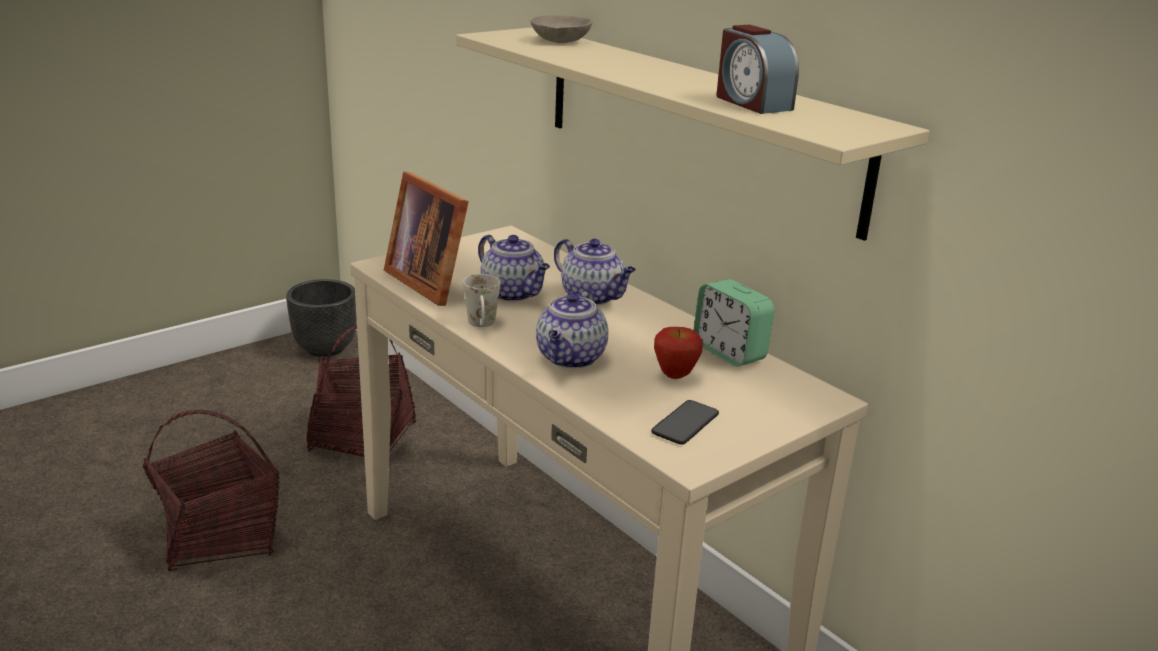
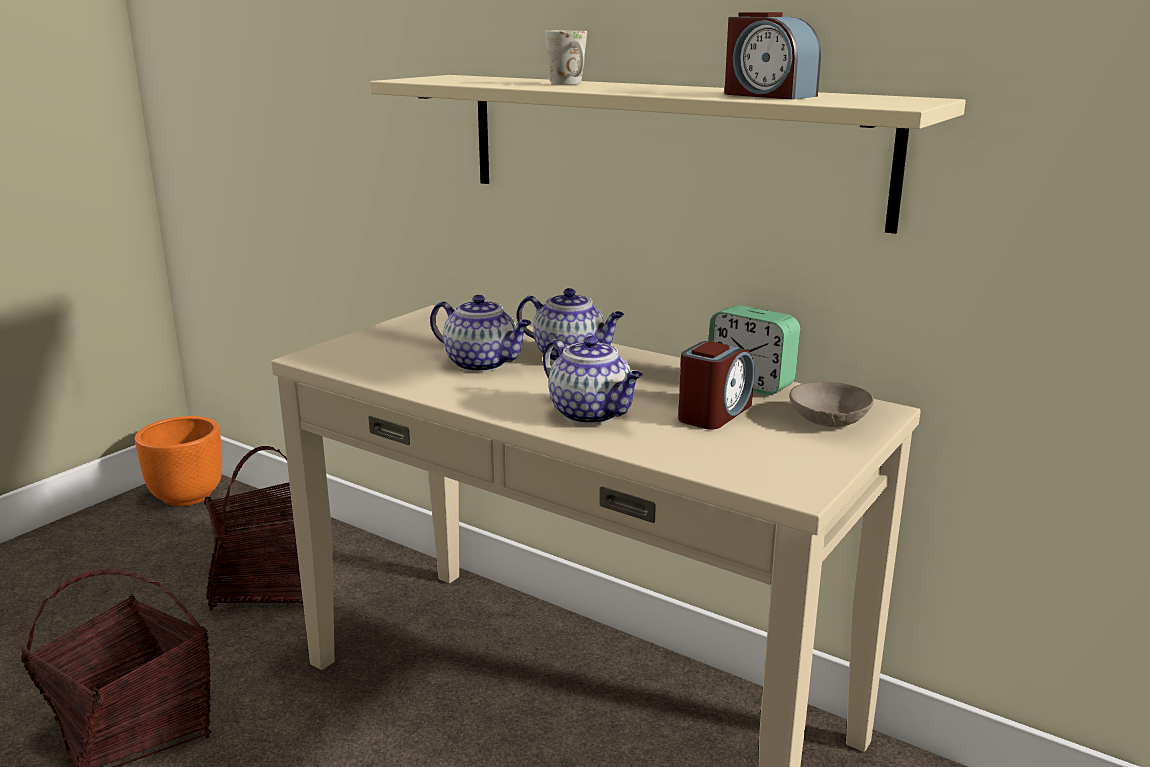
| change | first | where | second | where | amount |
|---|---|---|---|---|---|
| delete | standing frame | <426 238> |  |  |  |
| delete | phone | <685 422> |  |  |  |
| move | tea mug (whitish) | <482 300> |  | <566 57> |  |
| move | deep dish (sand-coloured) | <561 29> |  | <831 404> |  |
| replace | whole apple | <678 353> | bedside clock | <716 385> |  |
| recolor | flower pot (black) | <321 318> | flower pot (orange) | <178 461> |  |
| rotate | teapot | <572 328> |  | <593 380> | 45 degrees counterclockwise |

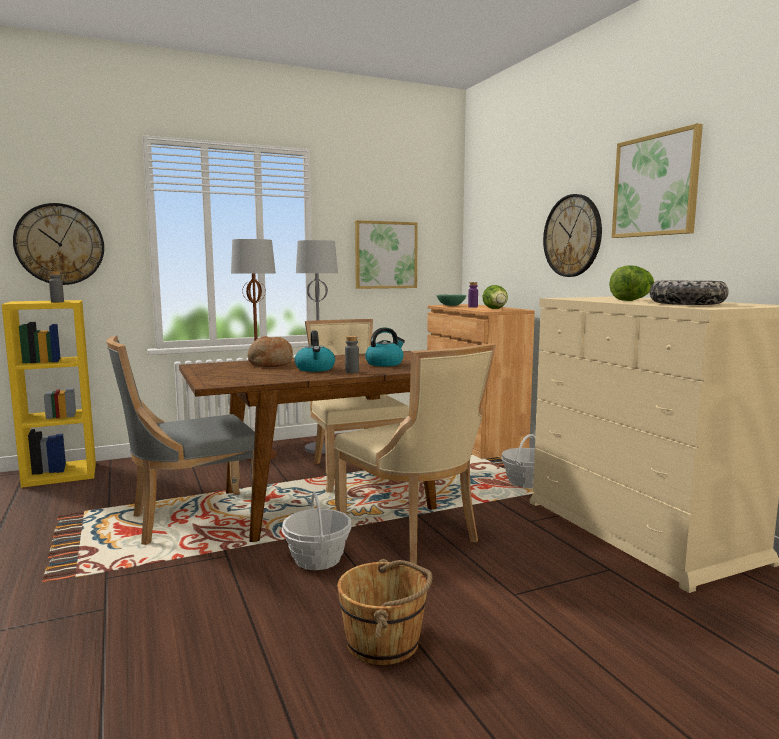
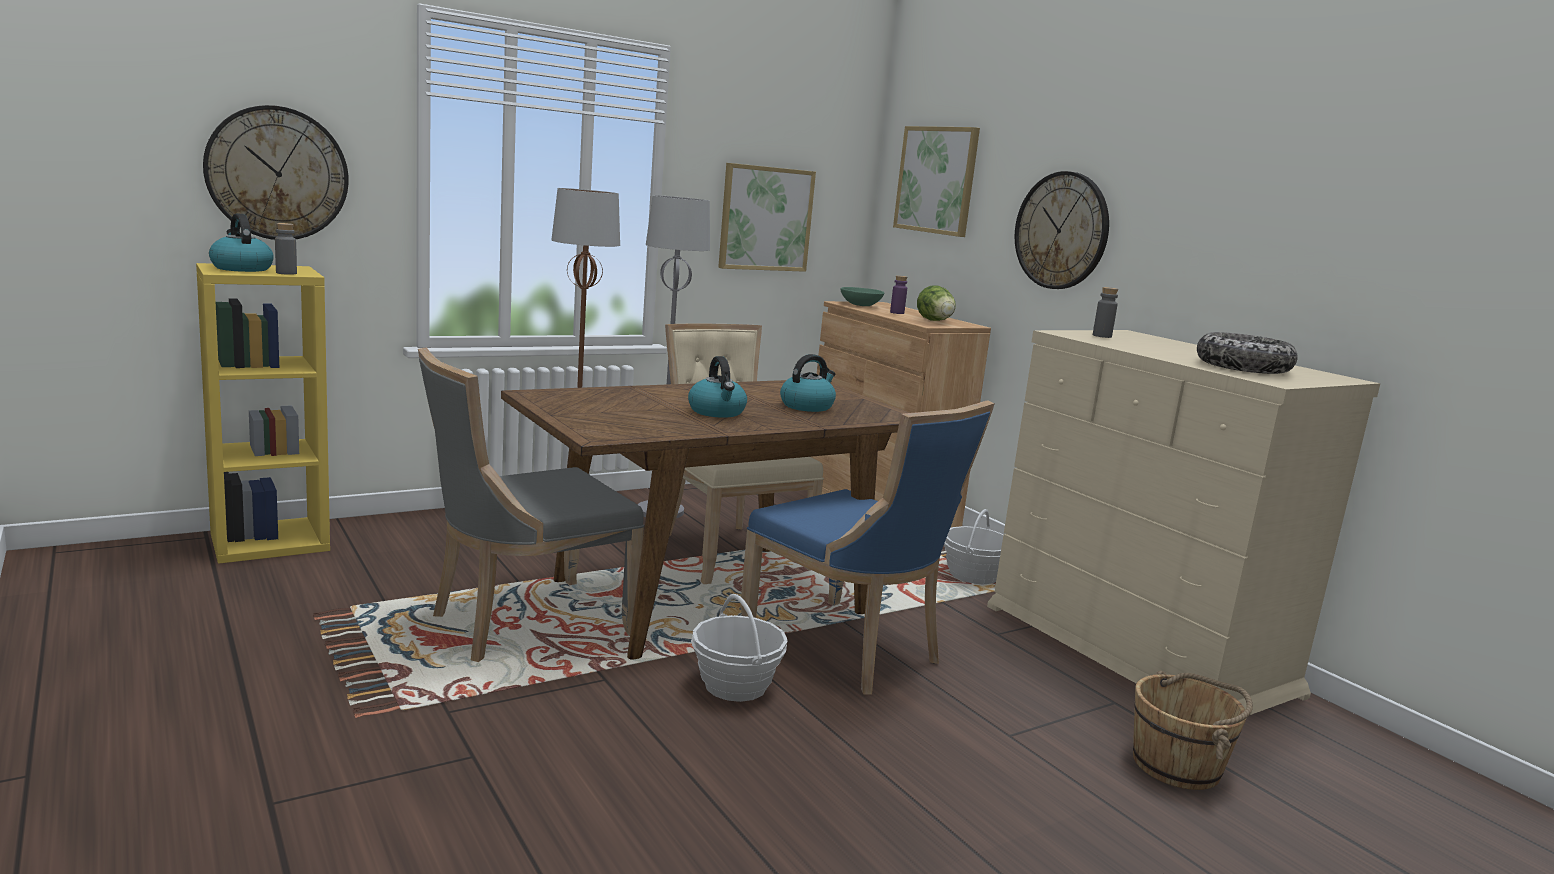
| change | first | where | second | where | amount |
|---|---|---|---|---|---|
| delete | baked bread | <270 351> |  |  |  |
| delete | lettuce | <631 283> |  |  |  |
| insert |  |  | kettle | <241 243> |  |
| move | bucket (brownish) | <384 612> |  | <1193 730> |  |
| move | bottle (grey) | <352 354> |  | <1105 312> |  |
| move | wall picture | <657 180> |  | <936 181> |  |
| recolor | chair (sand-coloured) | <415 454> | chair (bluish) | <867 547> |  |

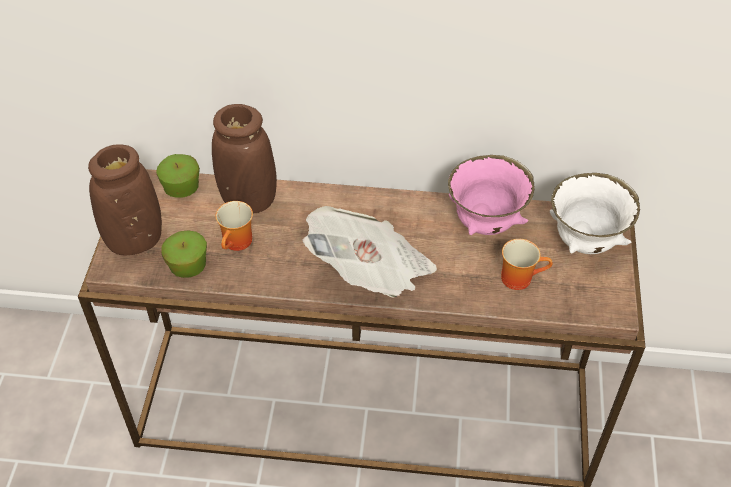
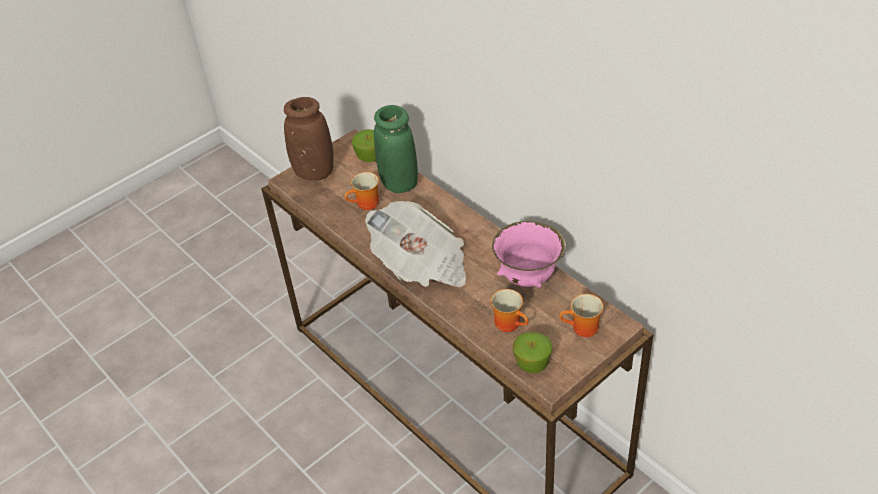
| change | first | where | second | where | amount |
|---|---|---|---|---|---|
| move | whole apple | <184 254> |  | <533 352> |  |
| replace | deep dish (whitish) | <595 213> | tea mug | <581 315> |  |
| recolor | flower vase (brownish) | <244 158> | flower vase (green) | <396 149> |  |

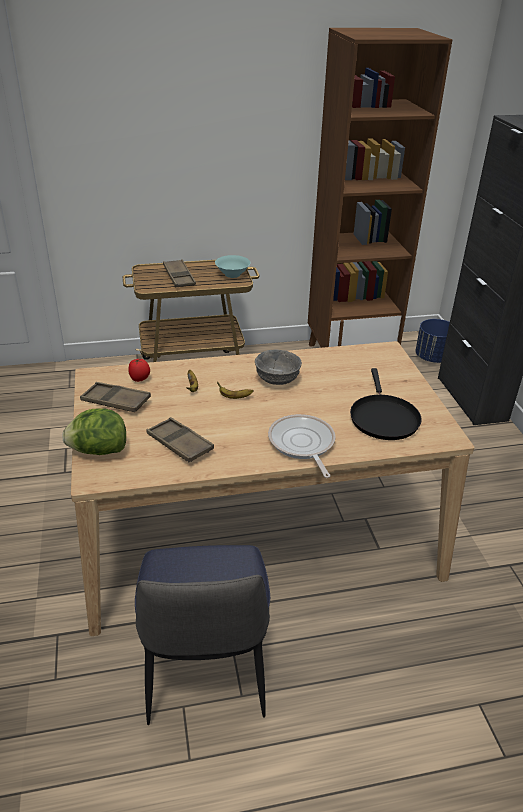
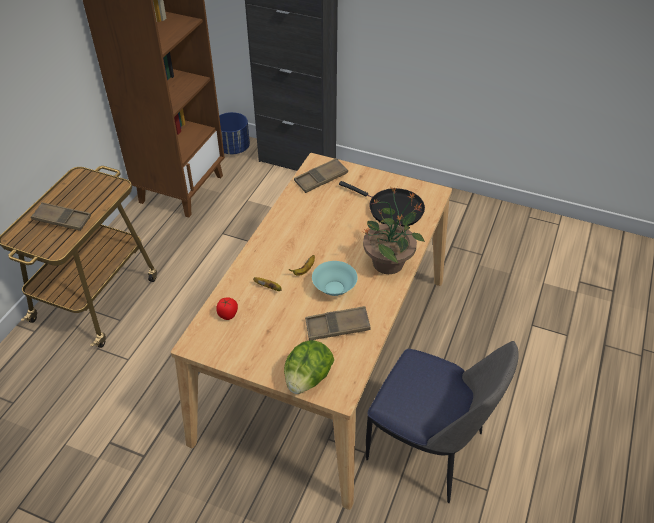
| change | first | where | second | where | amount |
|---|---|---|---|---|---|
| delete | deep dish (grey) | <278 367> |  |  |  |
| move | tray (brownish) | <115 397> |  | <321 175> |  |
| move | deep dish (blue-green) | <233 266> |  | <335 278> |  |
| replace | frying pan | <302 446> | plant in a pot | <394 230> |  |

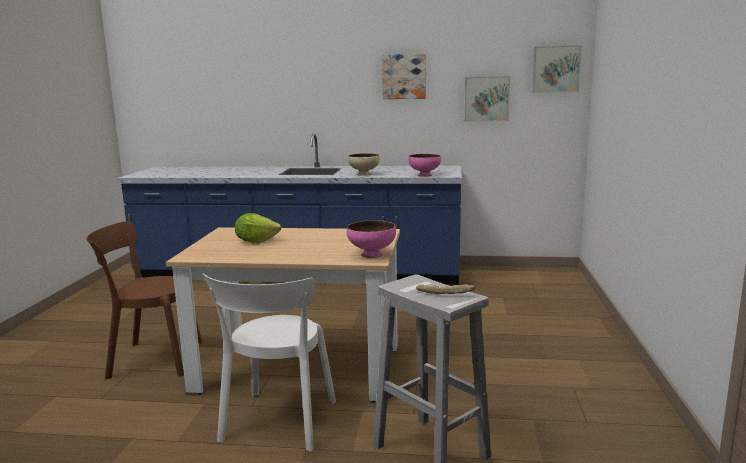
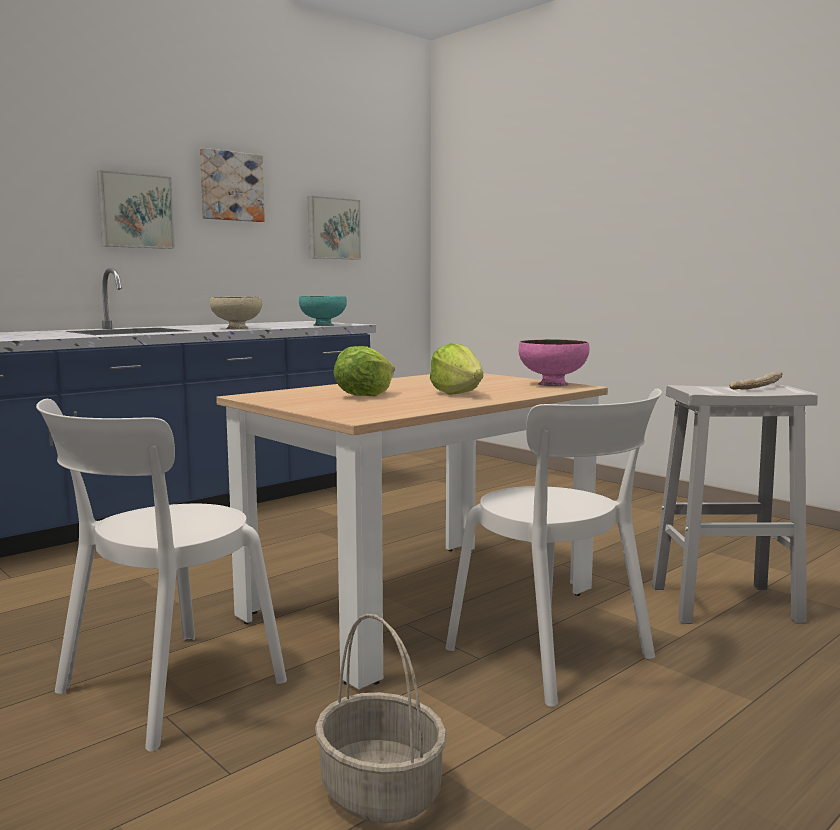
| change | first | where | second | where | amount |
|---|---|---|---|---|---|
| insert |  |  | basket | <381 718> |  |
| insert |  |  | lettuce | <456 369> |  |
| move | wall picture | <557 69> |  | <136 209> |  |
| recolor | chair (brownish) | <144 300> | chair (whitish) | <161 575> |  |
| recolor | deep dish (pink) | <425 165> | deep dish (blue-green) | <323 311> |  |

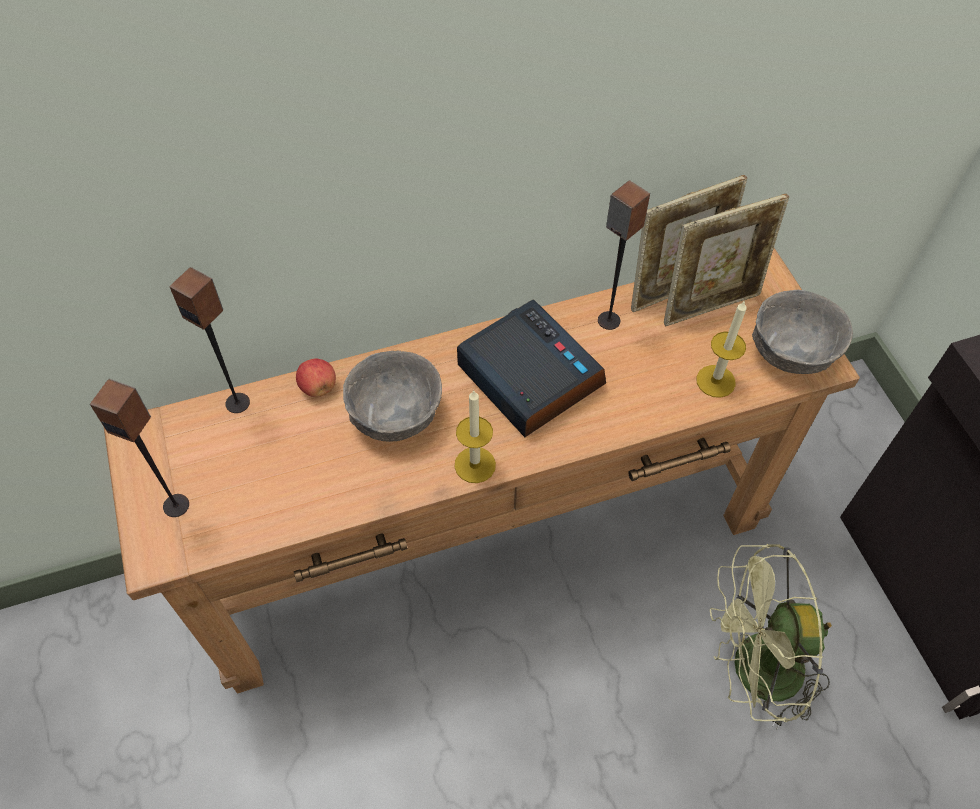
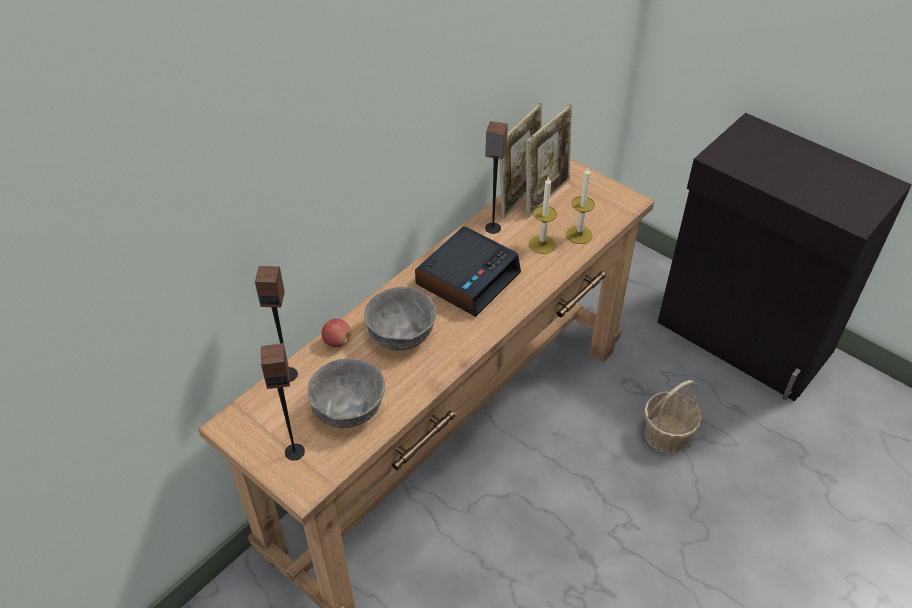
| change | first | where | second | where | amount |
|---|---|---|---|---|---|
| move | wax light | <475 436> |  | <543 215> |  |
| move | deep dish (grey) | <802 332> |  | <346 393> |  |
| replace | cooling fan (green) | <771 637> | basket | <673 417> |  |
| rotate | bedside clock | <531 368> |  | <468 271> | 105 degrees clockwise |

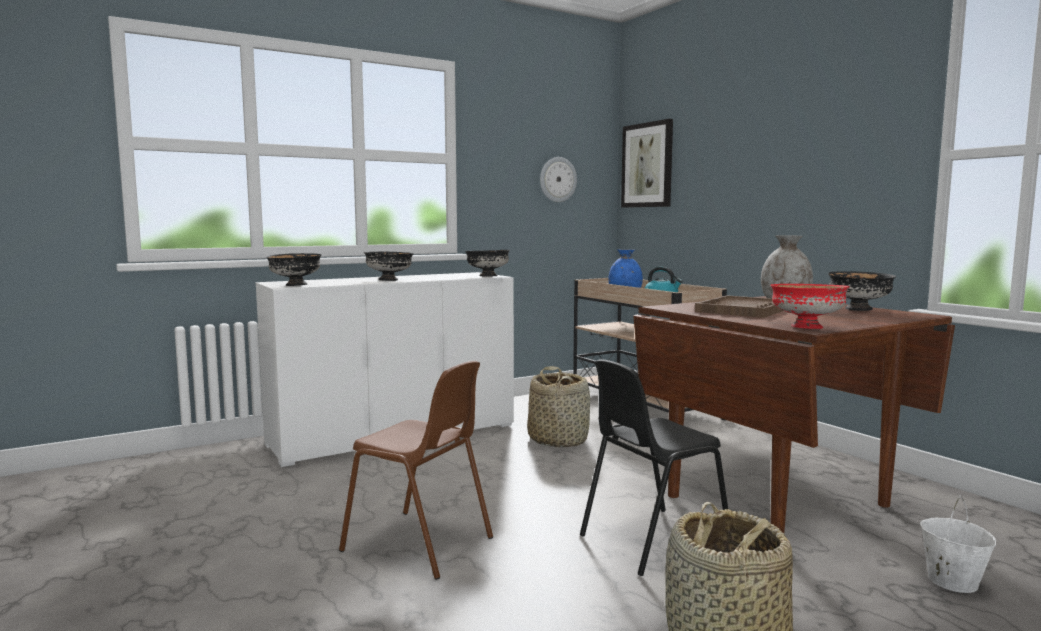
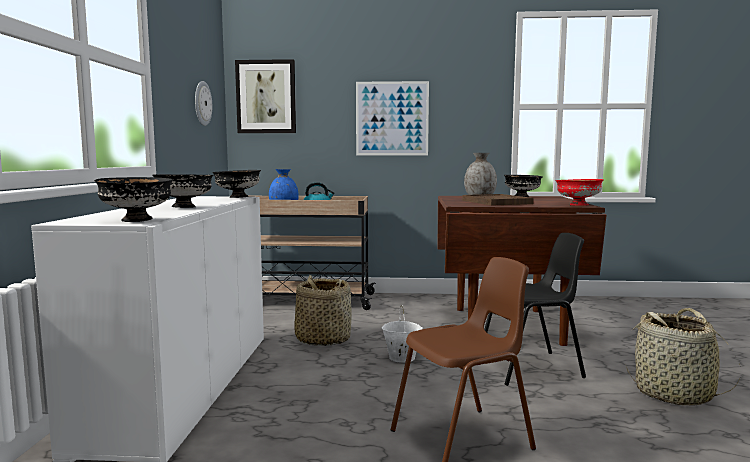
| change | first | where | second | where | amount |
|---|---|---|---|---|---|
| insert |  |  | wall picture | <392 118> |  |
| move | bucket (whitish) | <958 544> |  | <402 334> |  |
| rotate | chair (black) | <654 467> |  | <535 309> | 105 degrees counterclockwise |

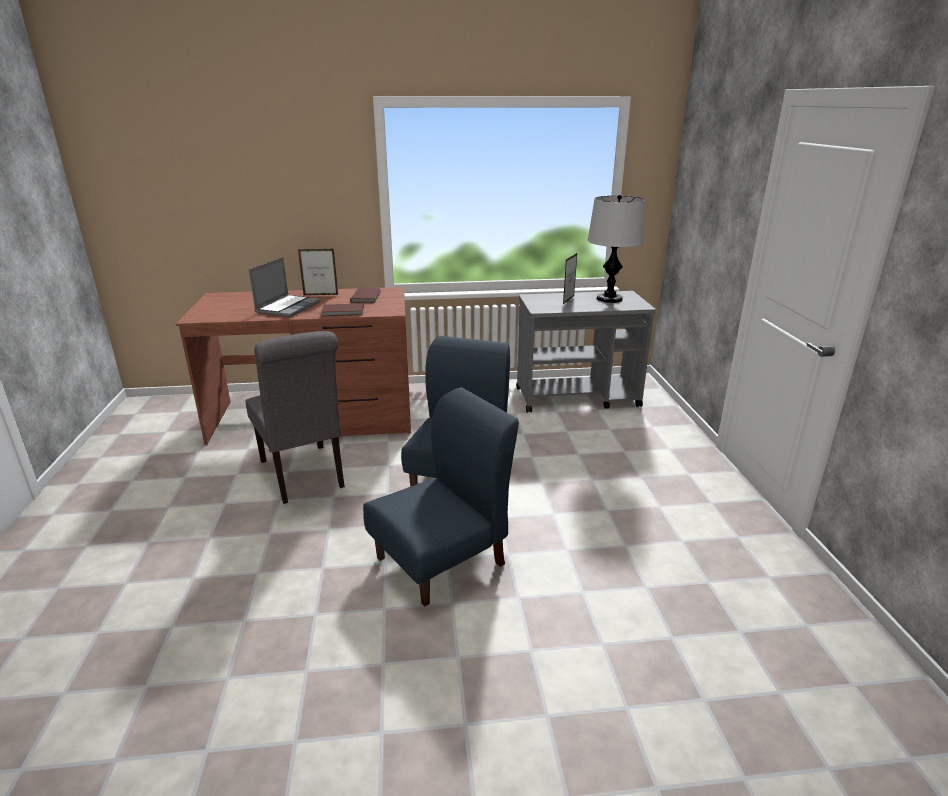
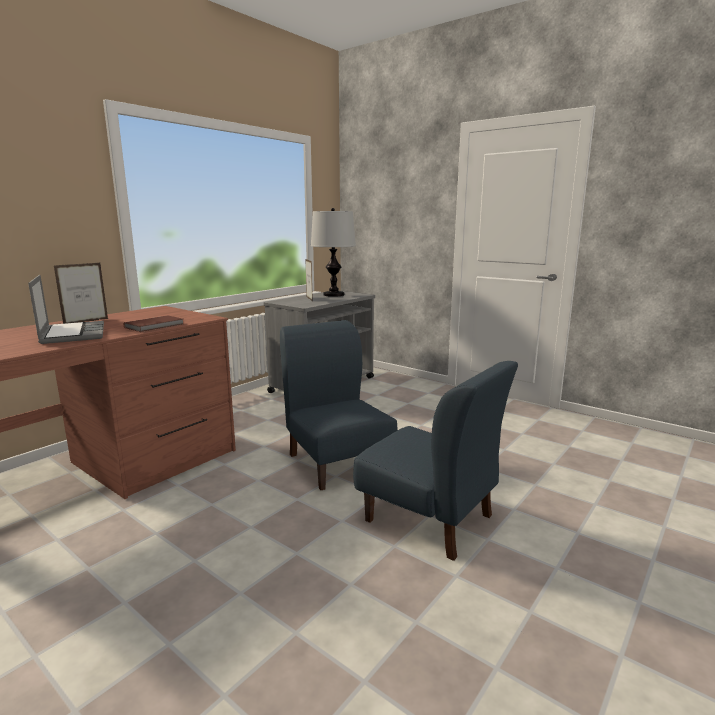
| change | first | where | second | where | amount |
|---|---|---|---|---|---|
| delete | chair (grey) | <295 417> |  |  |  |
| delete | book (brownish) | <365 295> |  |  |  |
| rotate | chair (bluish) | <441 496> |  | <435 461> | 120 degrees clockwise |

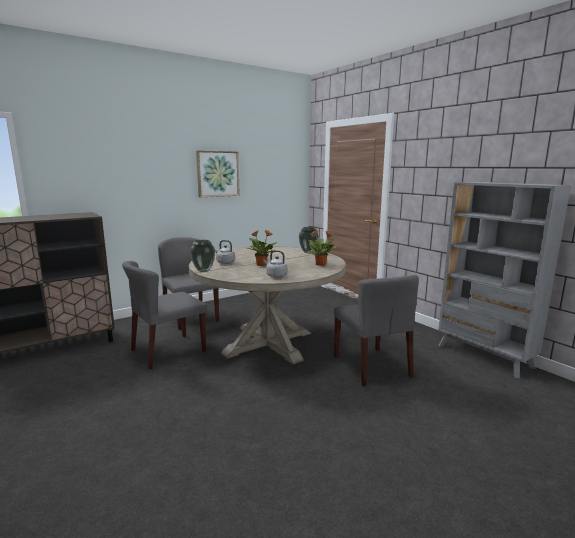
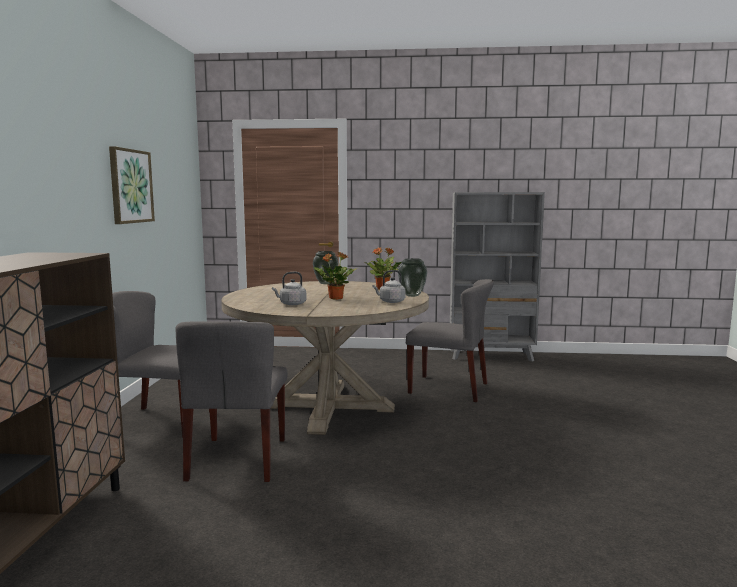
| change | first | where | second | where | amount |
|---|---|---|---|---|---|
| move | flower vase | <202 256> |  | <412 277> |  |

